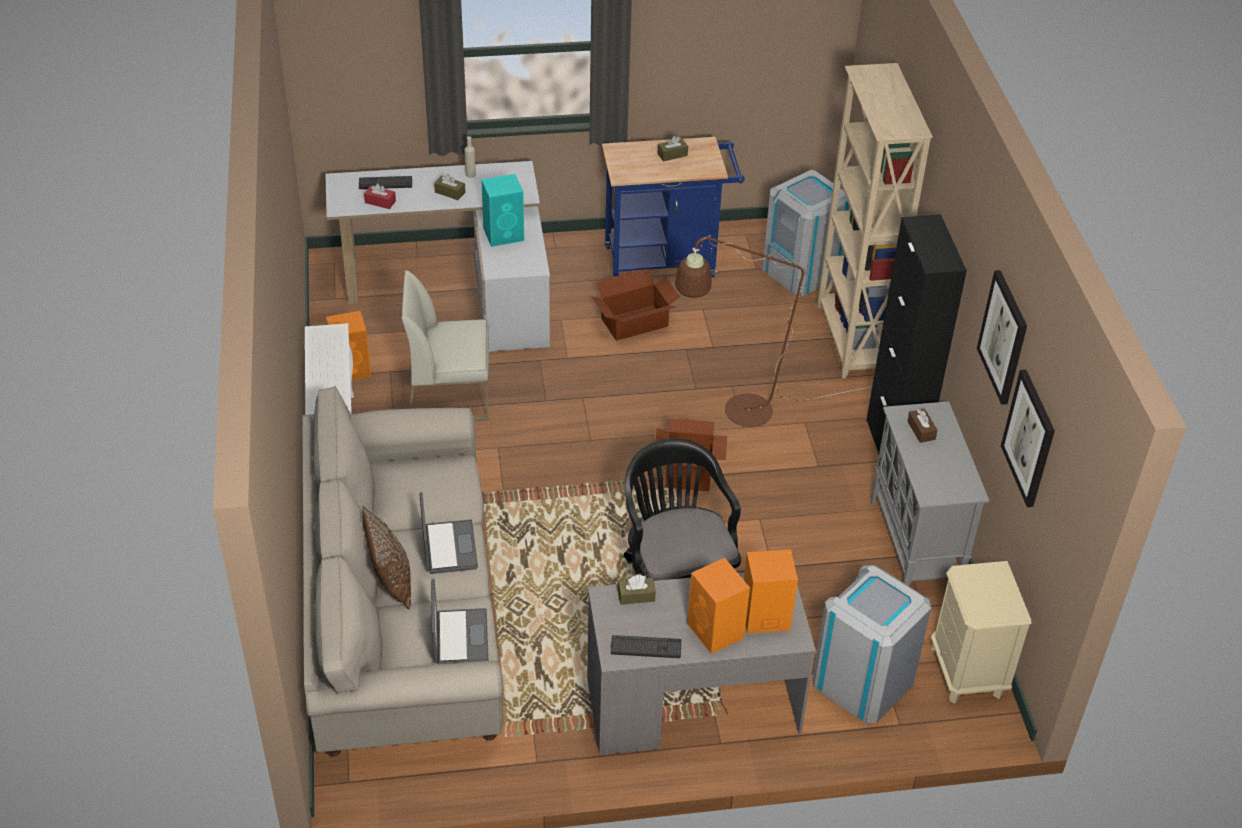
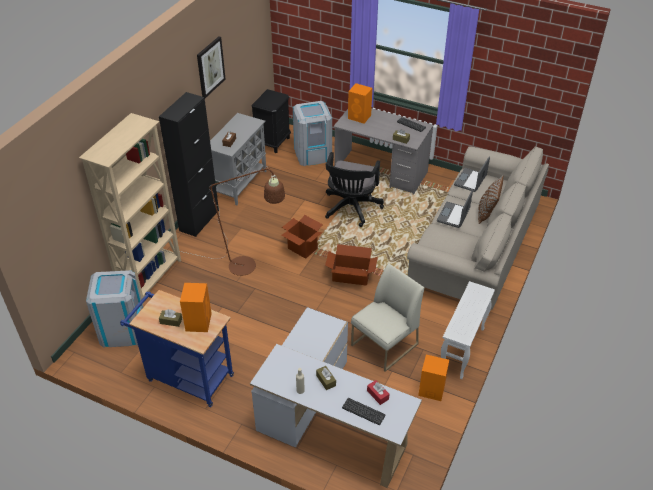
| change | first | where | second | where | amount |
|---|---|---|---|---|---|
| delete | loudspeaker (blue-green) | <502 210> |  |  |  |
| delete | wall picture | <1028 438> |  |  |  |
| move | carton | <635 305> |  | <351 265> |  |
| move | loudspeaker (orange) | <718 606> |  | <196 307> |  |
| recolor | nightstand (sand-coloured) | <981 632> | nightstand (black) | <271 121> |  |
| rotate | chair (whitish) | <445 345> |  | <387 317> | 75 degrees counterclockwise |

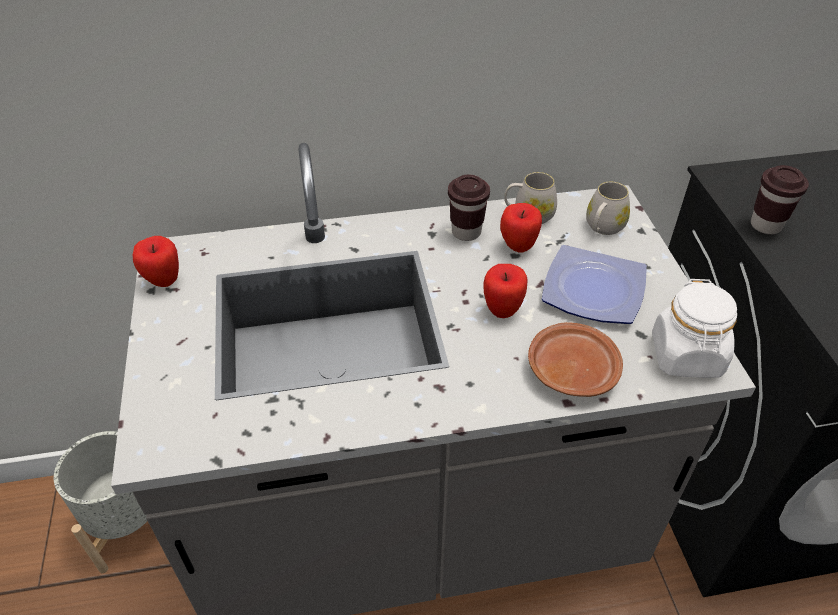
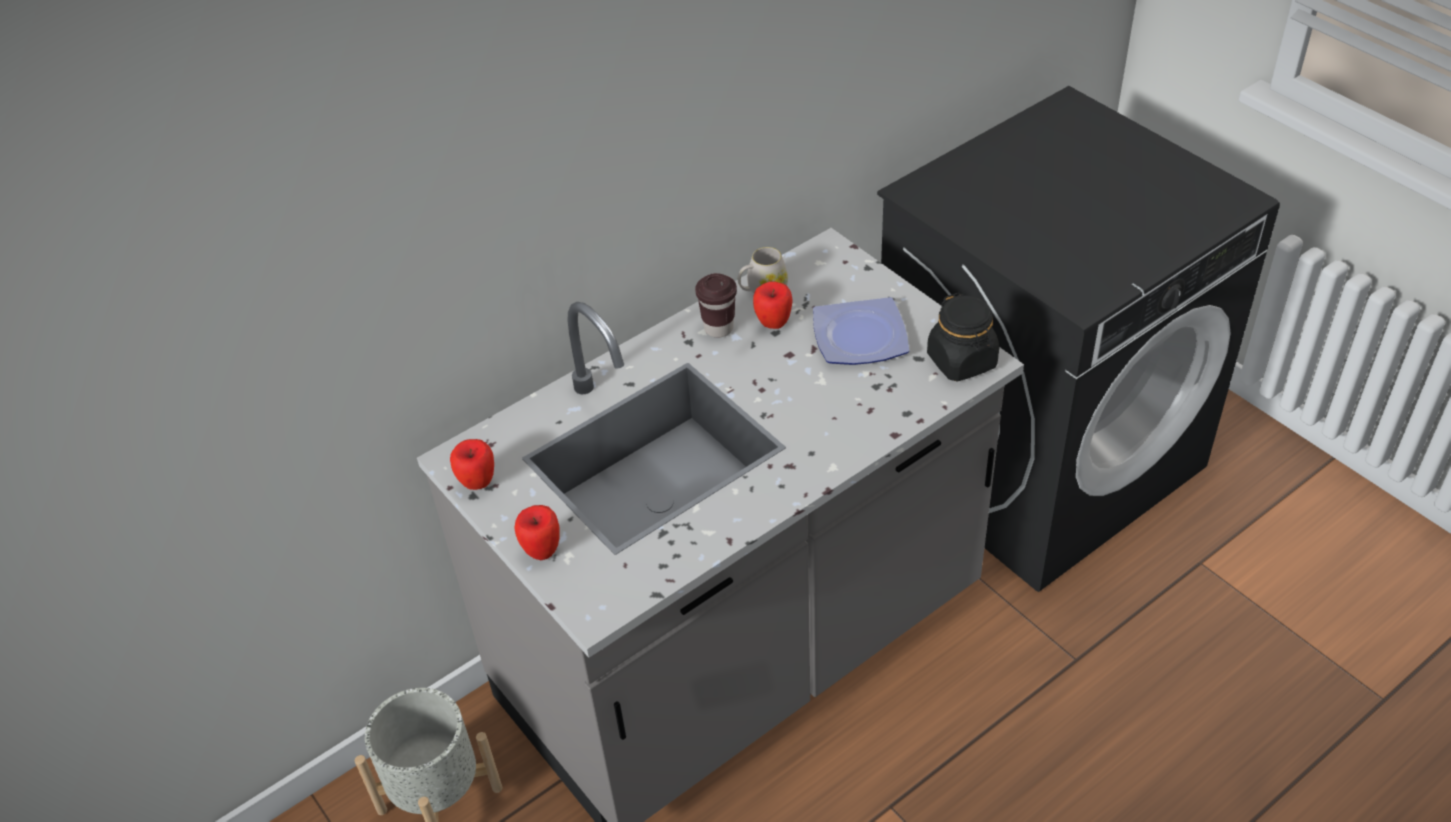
| change | first | where | second | where | amount |
|---|---|---|---|---|---|
| delete | plate (brownish) | <575 359> |  |  |  |
| delete | tea mug (whitish) | <608 208> |  |  |  |
| delete | small cup (brownish) | <780 199> |  |  |  |
| move | whole apple | <505 291> |  | <537 532> |  |
| recolor | jar (whitish) | <694 328> | jar (black) | <963 337> |  |

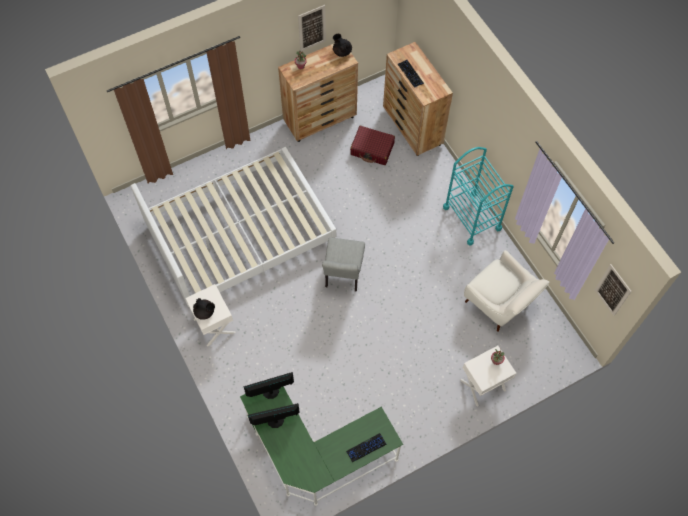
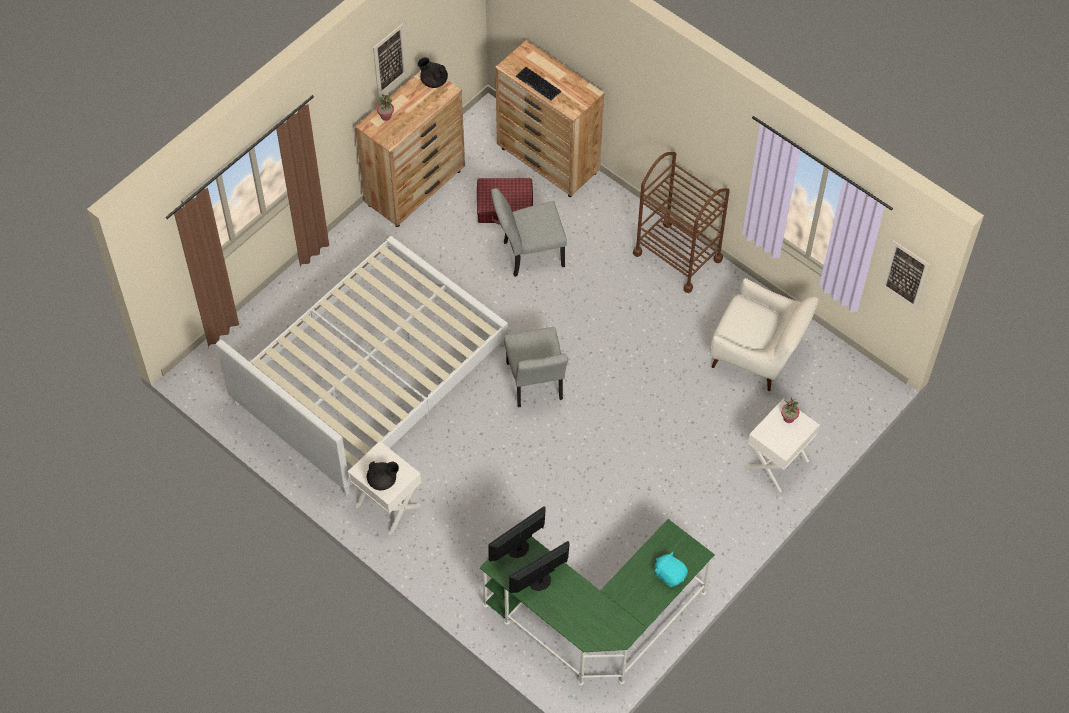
| change | first | where | second | where | amount |
|---|---|---|---|---|---|
| insert |  |  | chair (grey) | <529 232> |  |
| replace | PC keyboard | <366 447> | soft toy (blue-green) | <671 569> |  |
| recolor | cart (blue-green) | <478 196> | cart (brownish) | <681 222> |  |

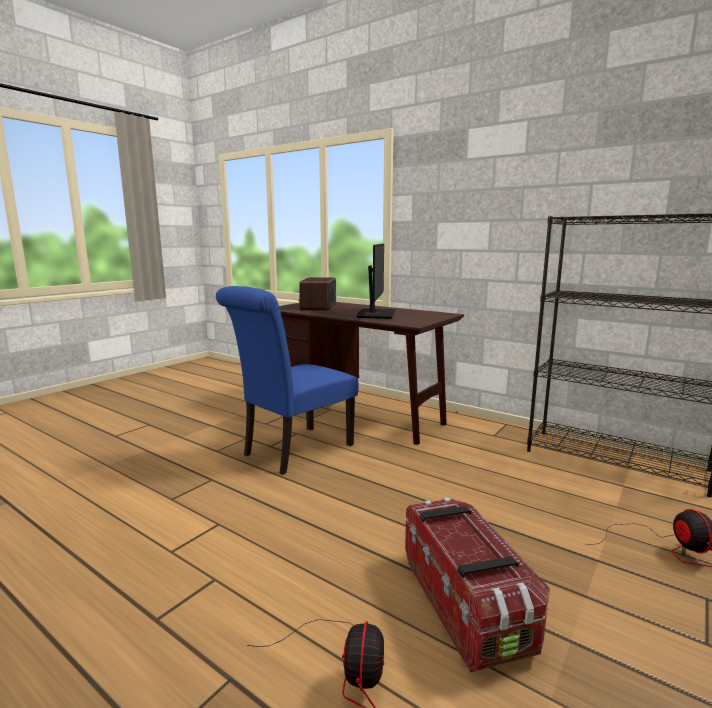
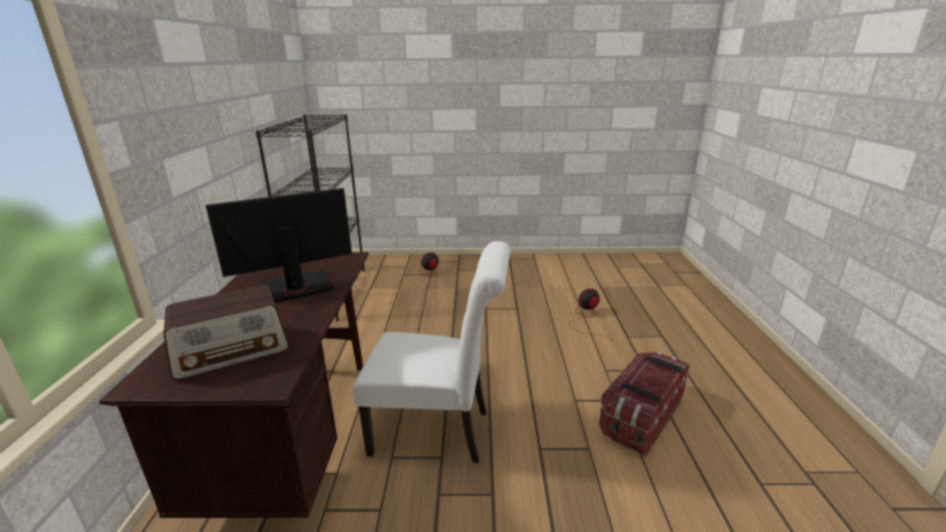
| change | first | where | second | where | amount |
|---|---|---|---|---|---|
| move | storage bin | <477 584> |  | <644 403> |  |
| recolor | chair (bluish) | <287 380> | chair (whitish) | <431 352> |  |

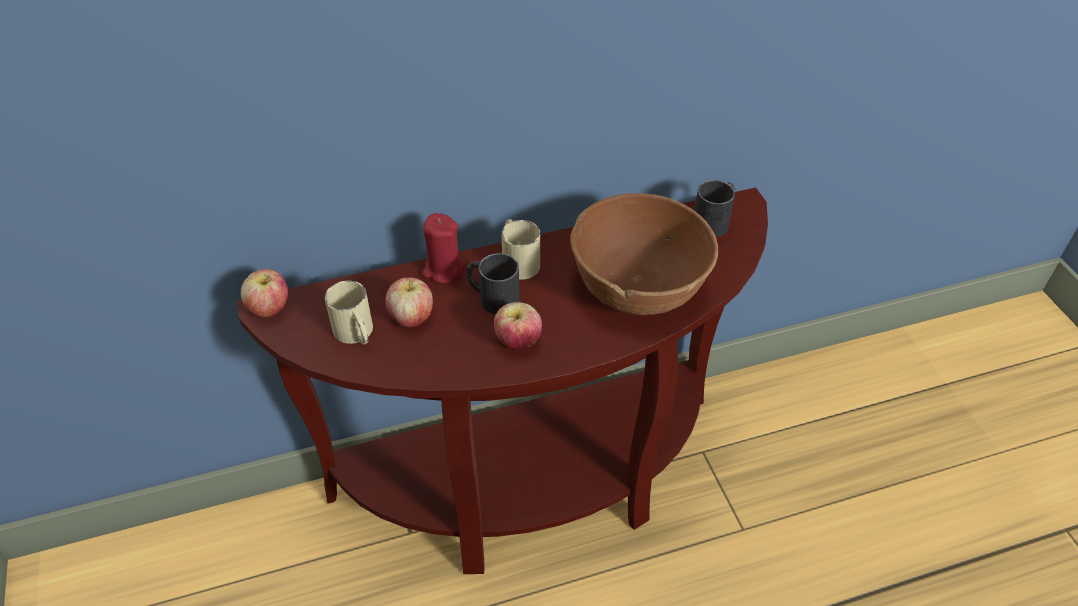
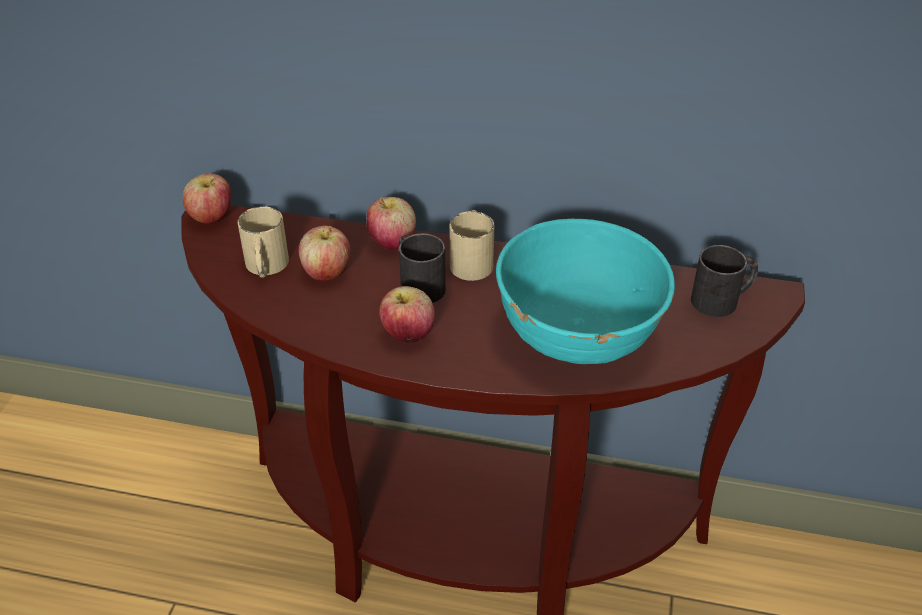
| change | first | where | second | where | amount |
|---|---|---|---|---|---|
| replace | wax light (red) | <443 248> | whole apple | <391 223> |  |
| recolor | deep dish (brownish) | <644 254> | deep dish (blue-green) | <585 291> |  |

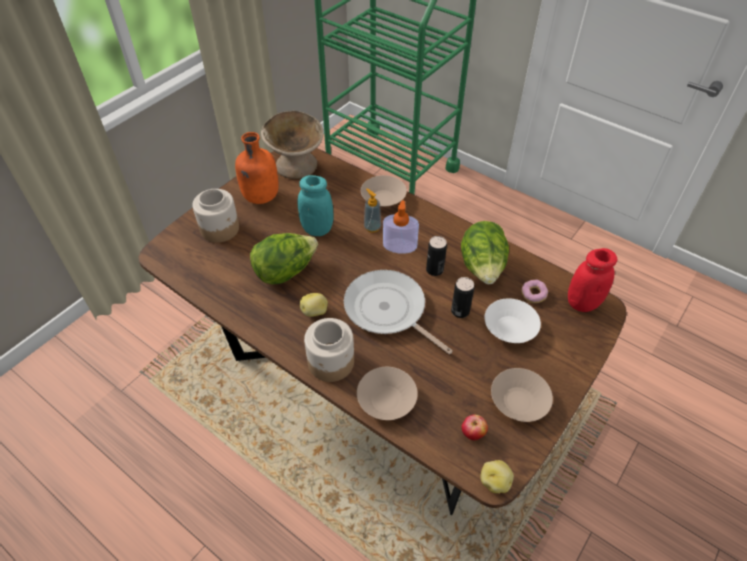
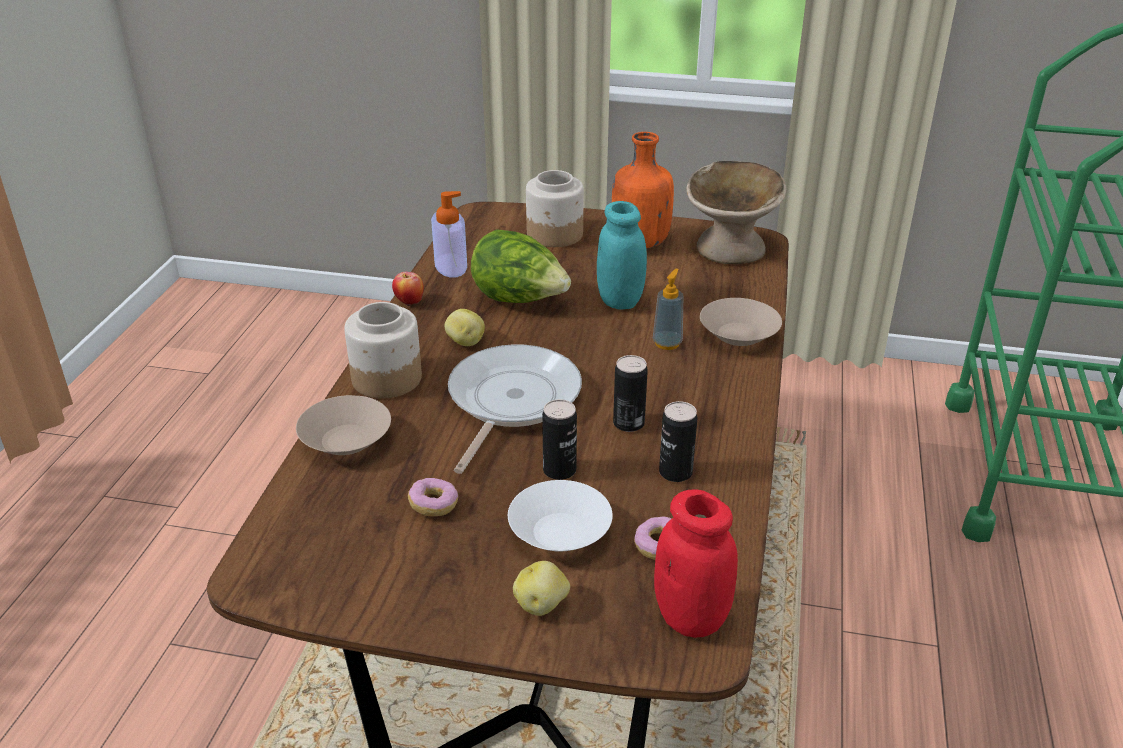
| change | first | where | second | where | amount |
|---|---|---|---|---|---|
| delete | deep dish (sand-coloured) | <522 395> |  |  |  |
| insert |  |  | doughnut | <433 497> |  |
| move | soap bottle | <401 227> |  | <449 234> |  |
| move | whole apple | <474 428> |  | <408 289> |  |
| move | spud | <497 476> |  | <541 588> |  |
| replace | lettuce | <485 252> | can | <678 441> |  |

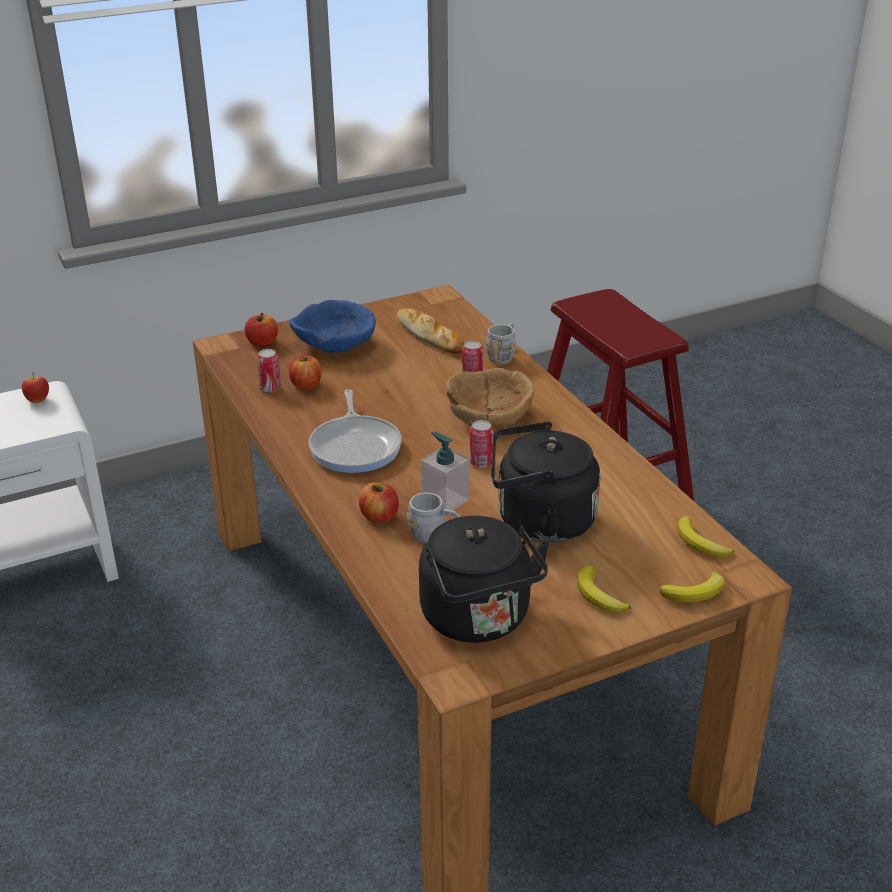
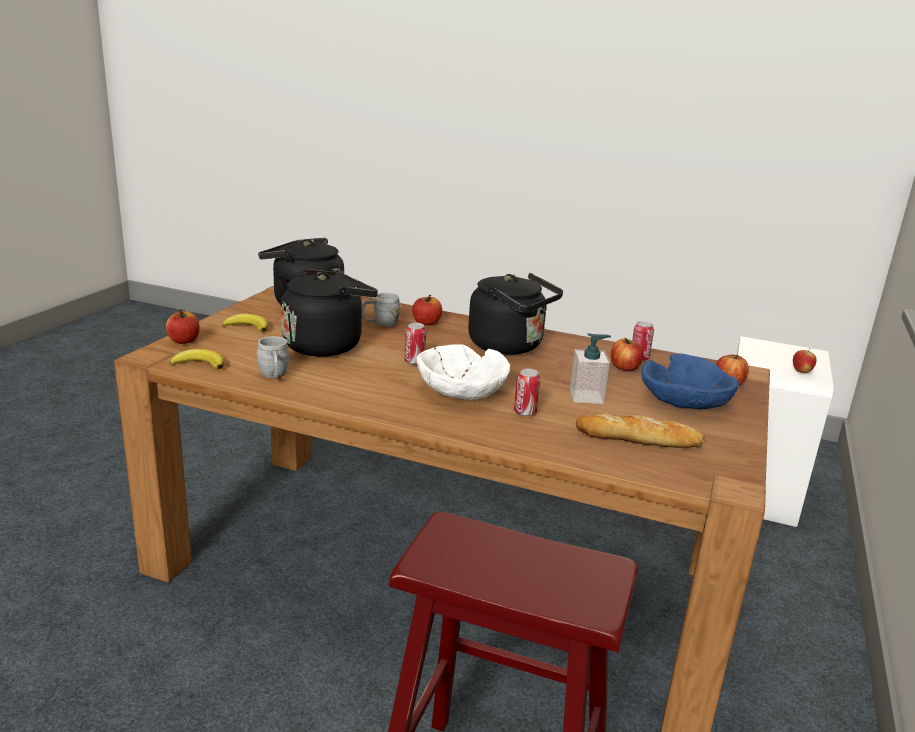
| change | first | where | second | where | amount |
|---|---|---|---|---|---|
| move | soap bottle | <445 470> |  | <590 368> |  |
| move | tea mug (grey) | <501 344> |  | <272 357> |  |
| replace | frying pan | <355 431> | kettle (black) | <515 314> |  |
| replace | banana fruit | <692 587> | whole apple | <183 326> |  |
| recolor | deep dish (brownish) | <490 398> | deep dish (whitish) | <463 372> |  |

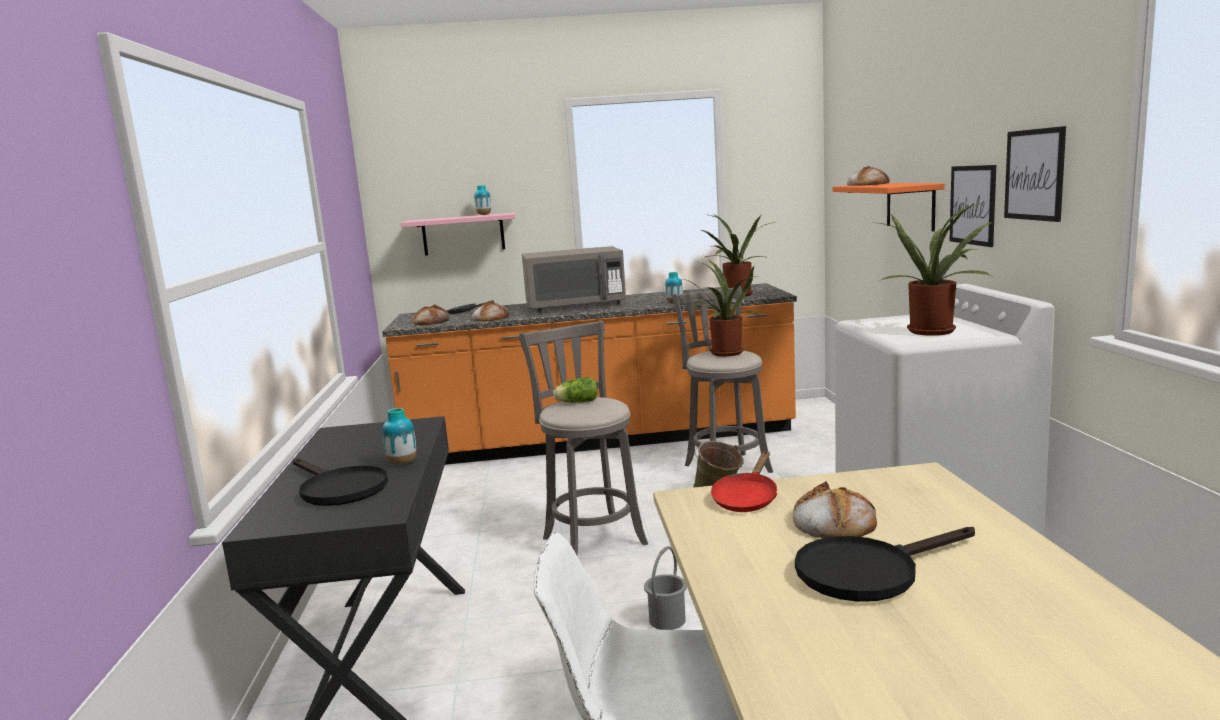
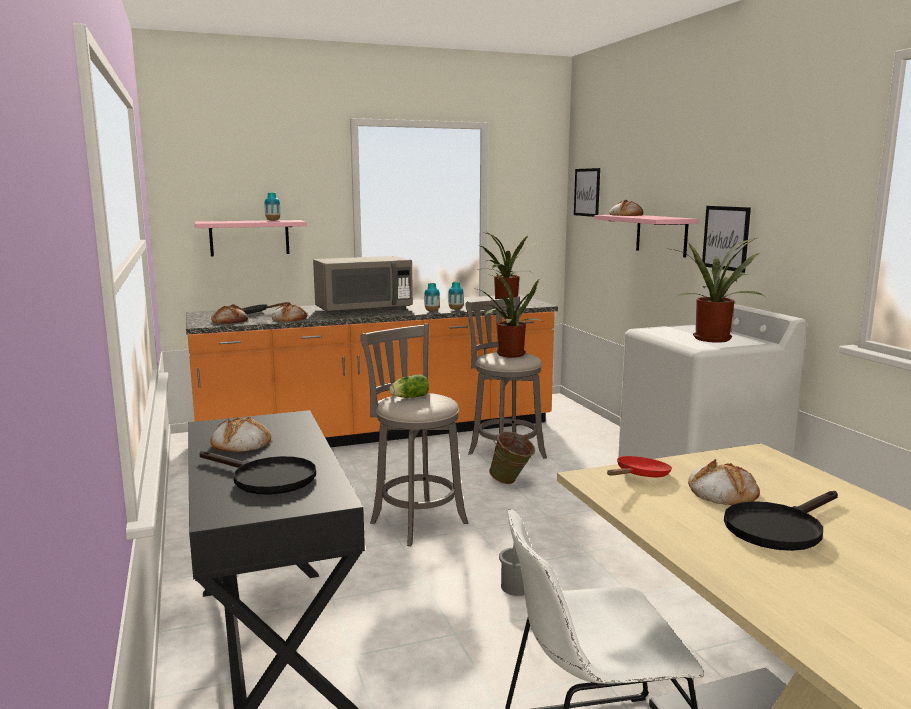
| change | first | where | second | where | amount |
|---|---|---|---|---|---|
| insert |  |  | baked bread | <240 434> |  |
| move | flower vase | <399 436> |  | <432 297> |  |
| move | wall picture | <1035 174> |  | <587 192> |  |
| recolor | bracket shelf (orange) | <888 207> | bracket shelf (pink) | <646 236> |  |
| rotate | frying pan (red) | <744 481> |  | <639 466> | 150 degrees counterclockwise |

